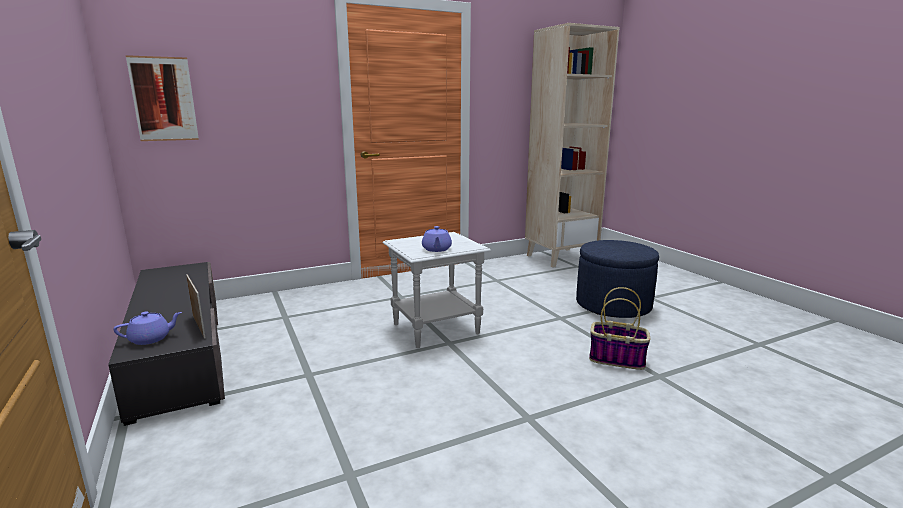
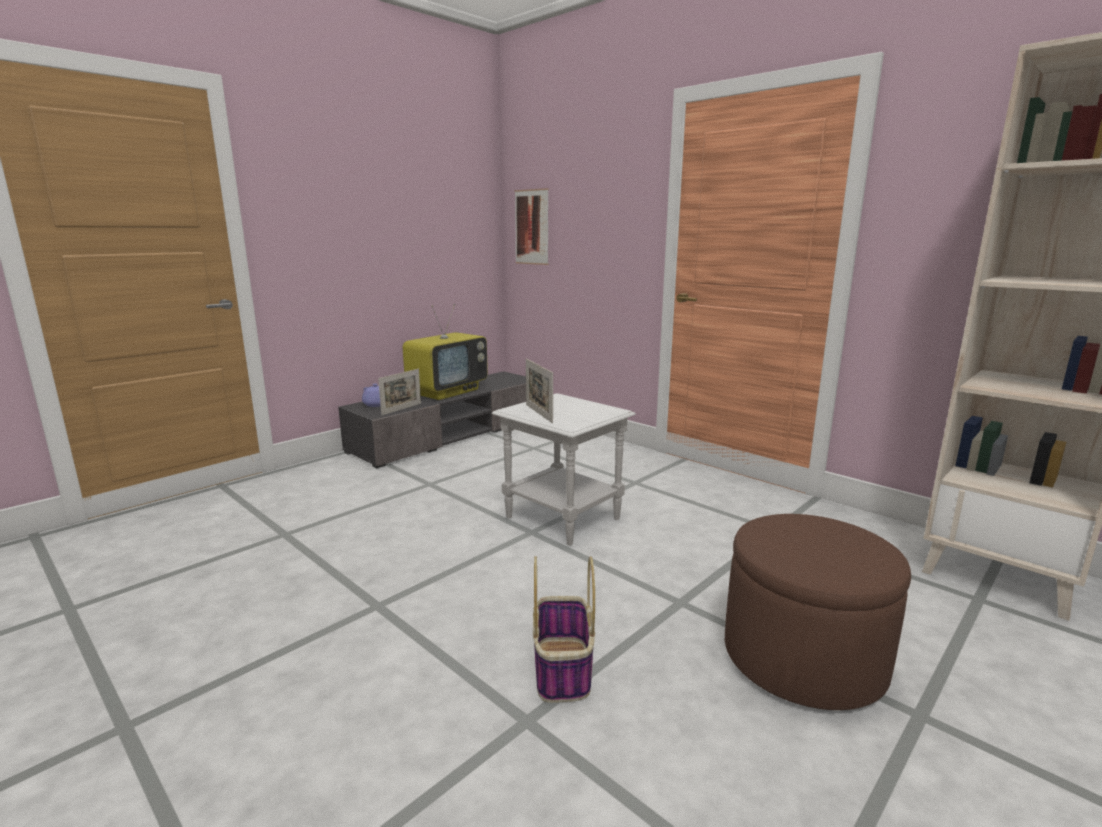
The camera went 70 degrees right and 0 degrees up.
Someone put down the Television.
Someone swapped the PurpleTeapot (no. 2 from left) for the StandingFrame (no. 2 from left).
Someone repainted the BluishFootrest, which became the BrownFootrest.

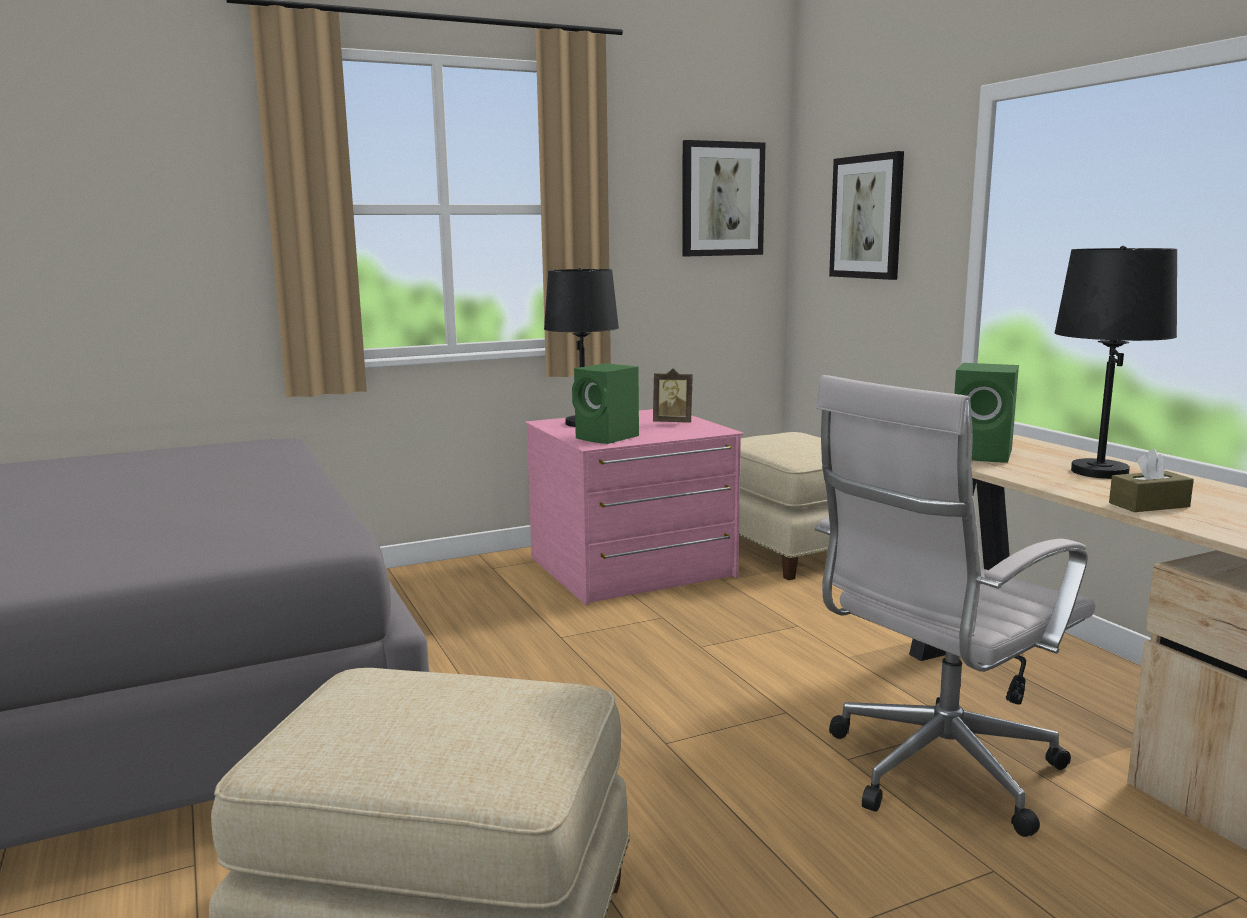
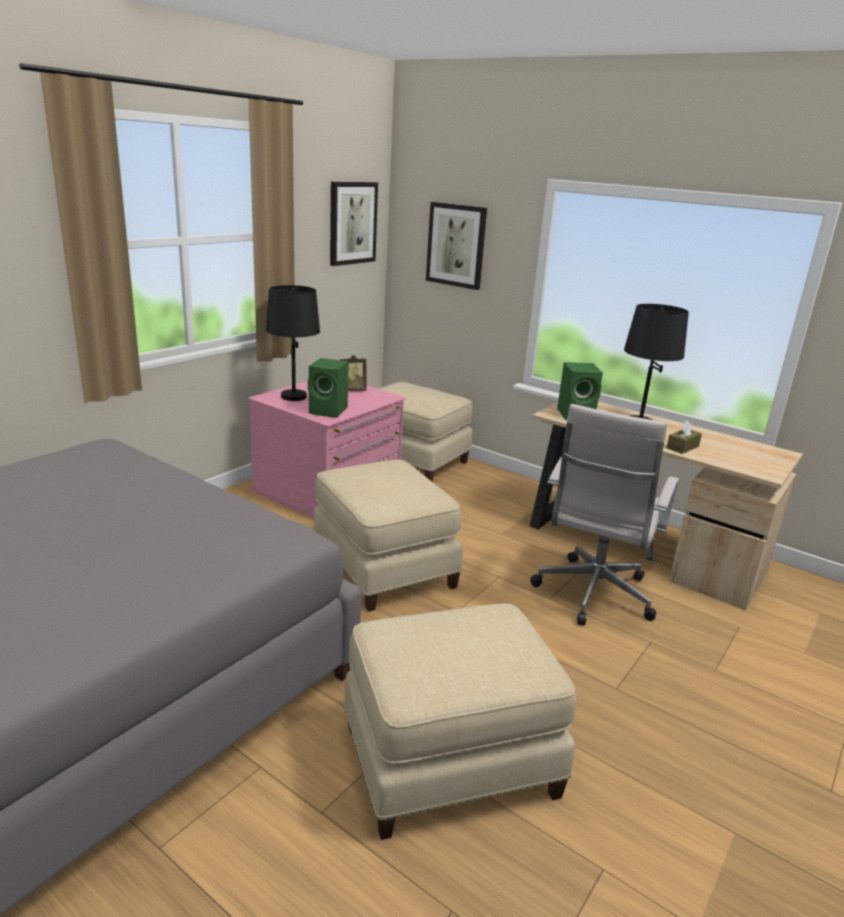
The camera went 30 degrees left and 10 degrees up.
Someone put down the SandColouredFootrest (no. 1 from left).

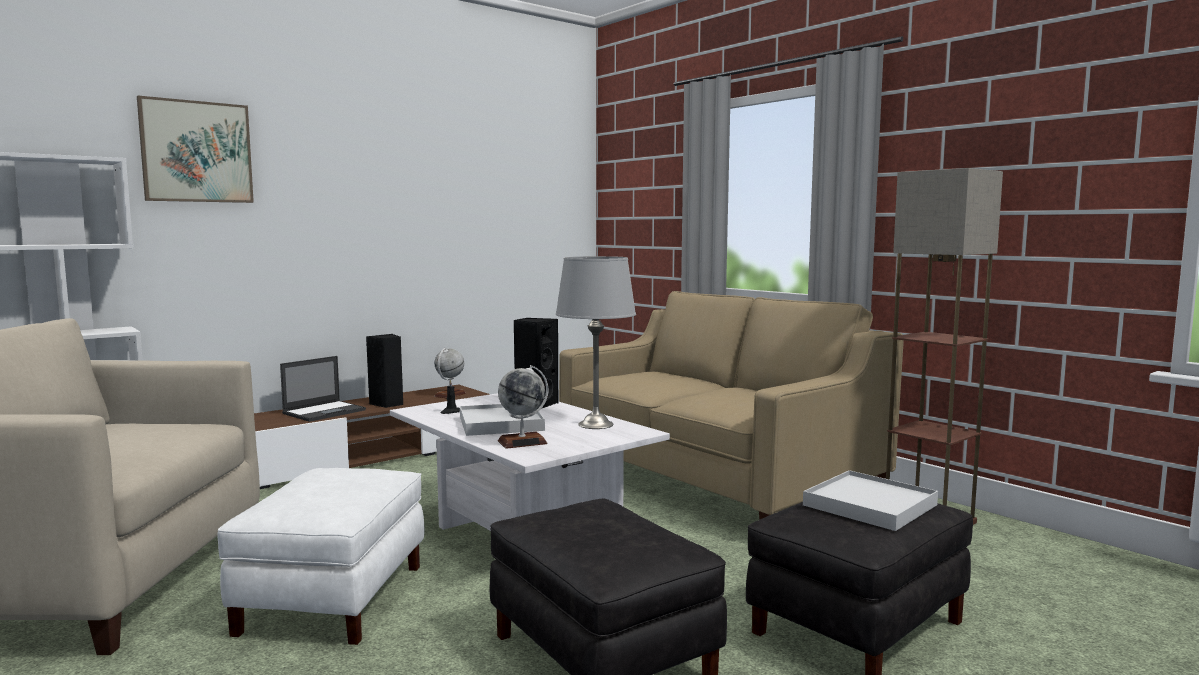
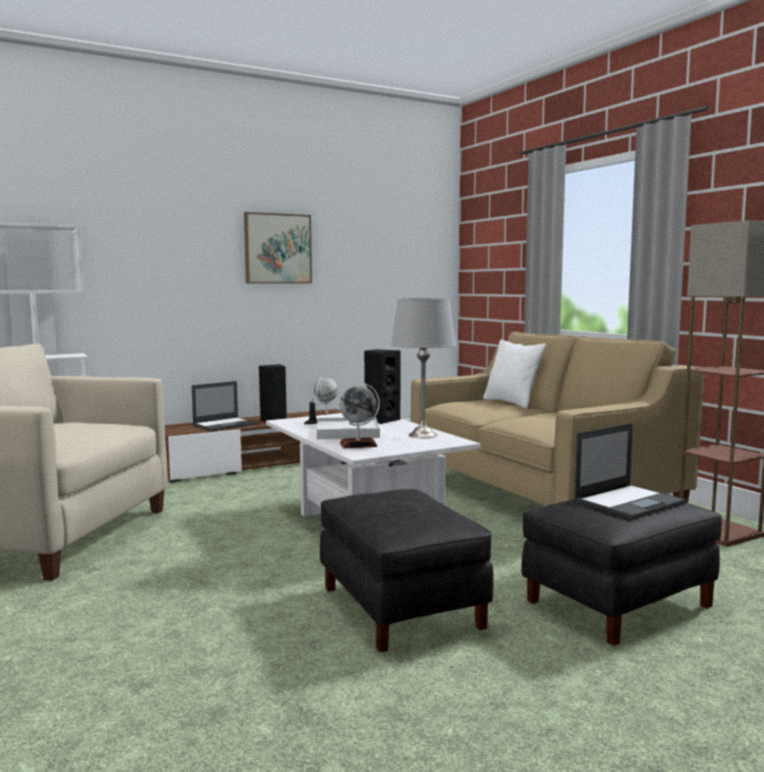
The camera went 10 degrees right and 0 degrees up.
Someone took away the WhiteColouredFootrest.
Someone put down the WhiteColouredThrowPillow.
Someone carried the WallPicture.
Someone swapped the WhiteColouredCarryingTray (no. 2 from left) for the NotebookComputer (no. 2 from left).

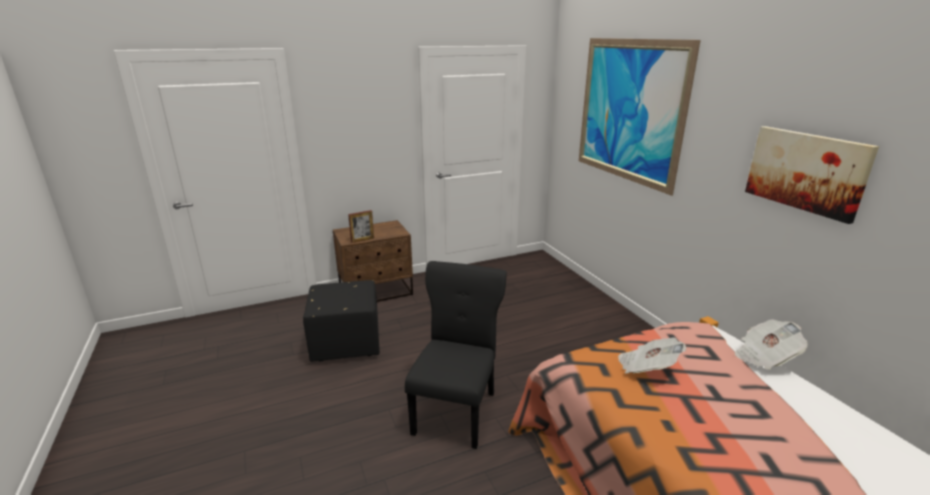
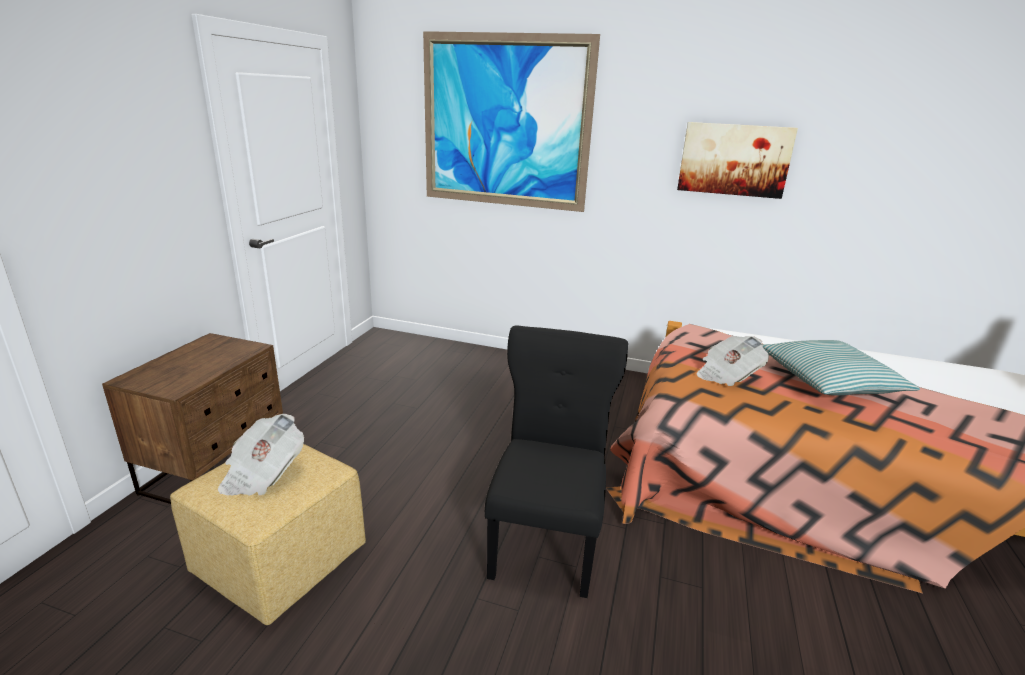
The camera went 50 degrees left and 0 degrees up.
Someone took away the StandingFrame.
Someone put down the ThrowPillow.
Someone carried the PrintedPaper (no. 2 from left in the first image).
Someone repainted the BlackColouredFootrest, which became the YellowFootrest.
Someone rotated the BlackColouredPlainChair by 45 degrees clockwise.

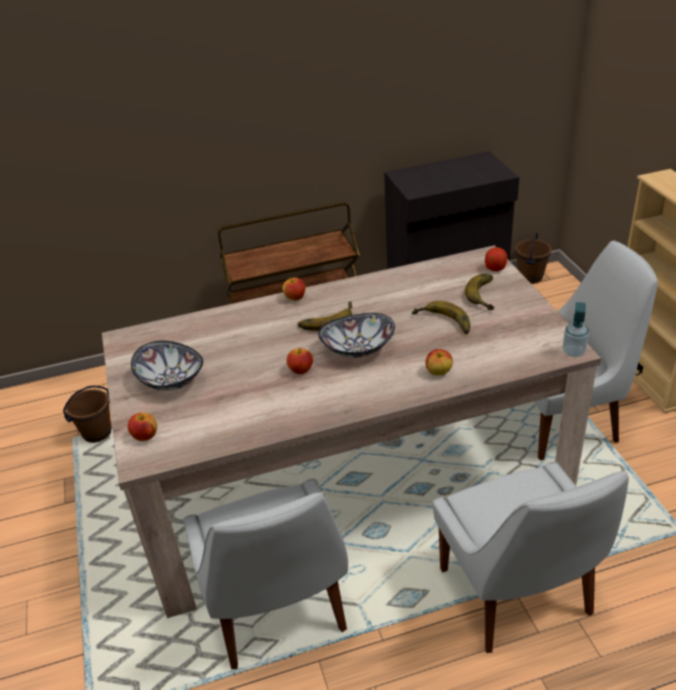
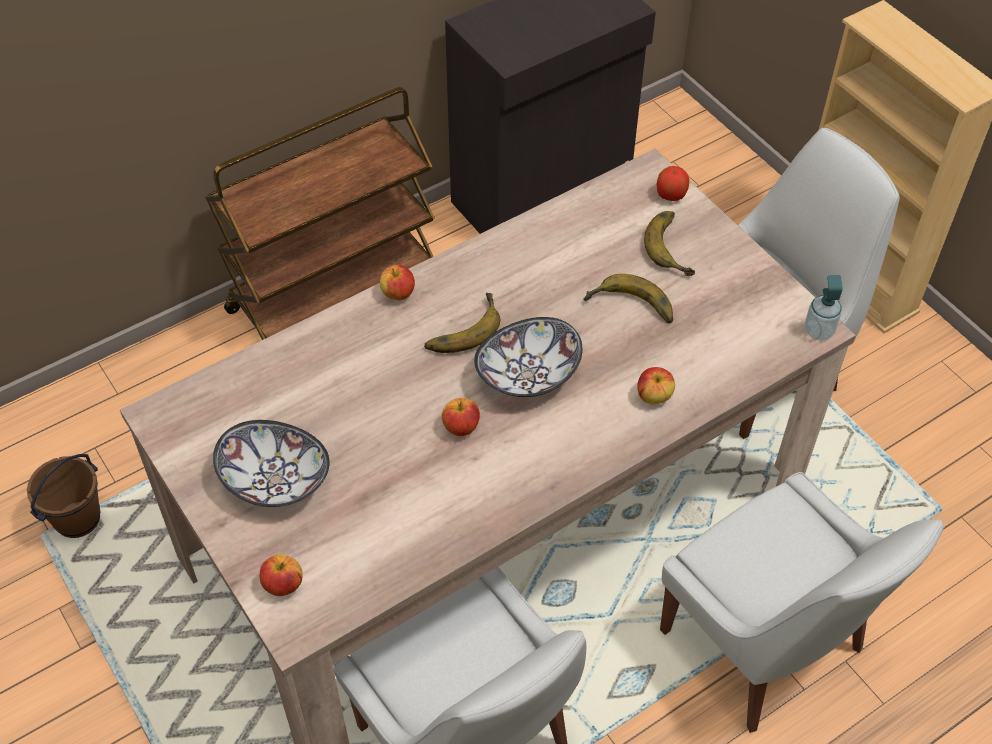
The camera went 20 degrees left and 15 degrees up.
Someone took away the BrownBucket (no. 2 from left).

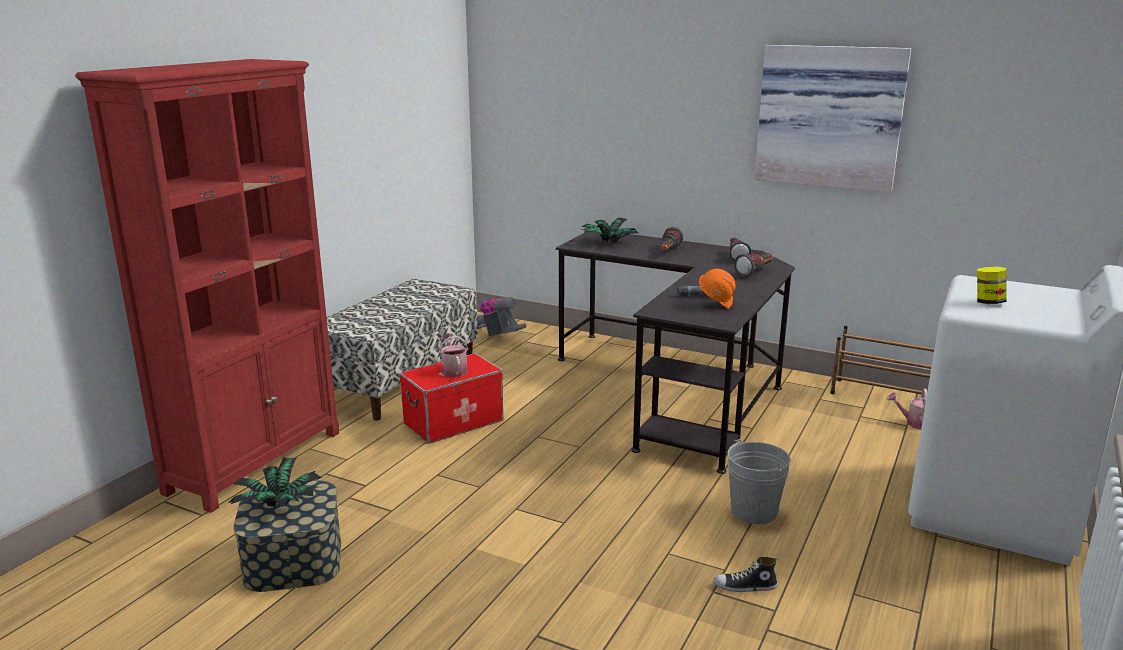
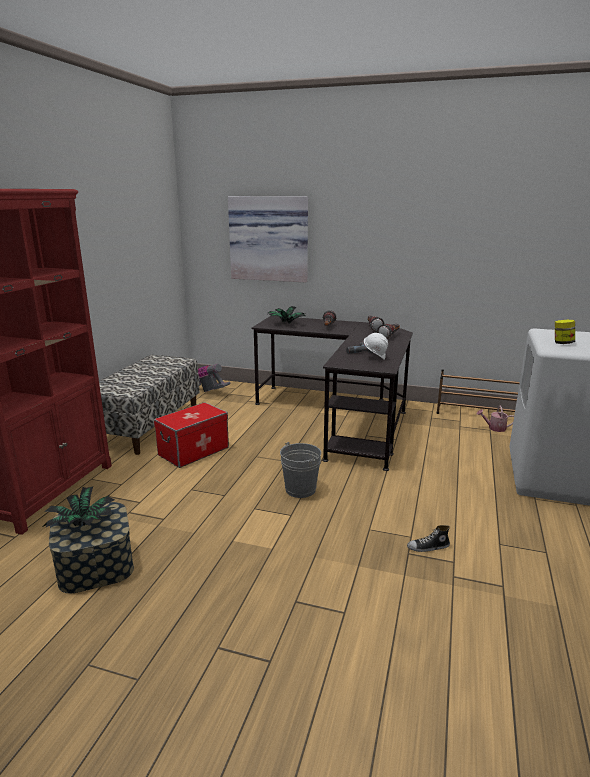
The camera went 10 degrees left and 0 degrees up.
Someone took away the SprinklingCan (no. 1 from left).
Someone carried the GrayBucket.
Someone carried the WallPicture.
Someone repainted the OrangeyHardHat, which became the WhiteColouredHardHat.

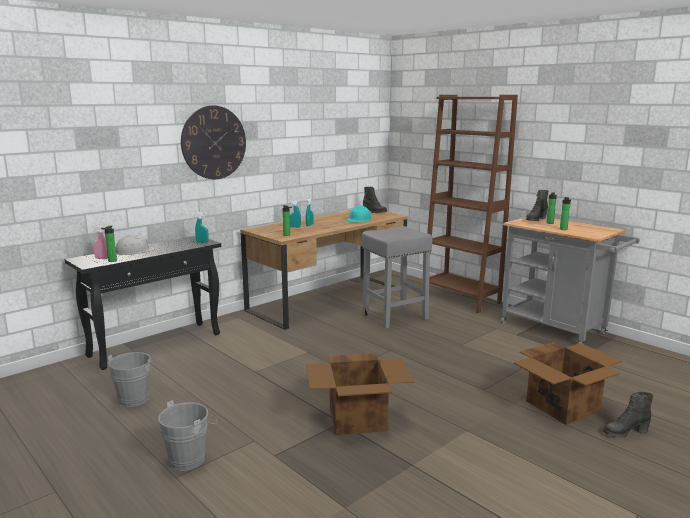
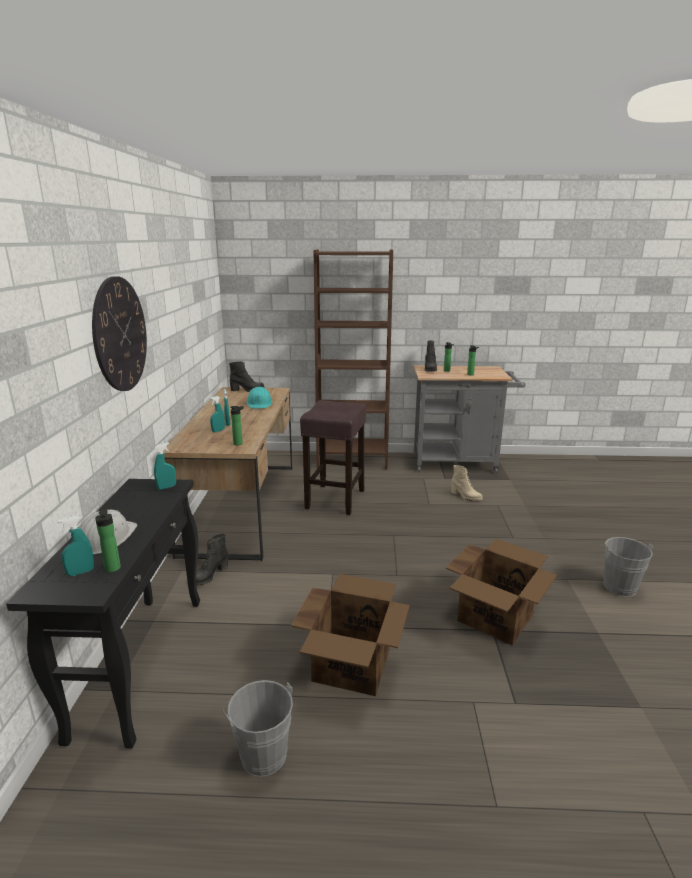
The camera went 45 degrees left and 5 degrees up.
Someone put down the SandColouredHighTopBoot.
Someone carried the GrayBucket (no. 2 from left).
Someone carried the Carton (no. 2 from left in the first image).
Someone carried the BlackColouredHighTopBoot (no. 3 from left in the first image).
Someone repainted the PinkSprayBottle, which became the TurquoiseSprayBottle (no. 1 from left).
Someone repainted the GrayStool, which became the BrownStool.

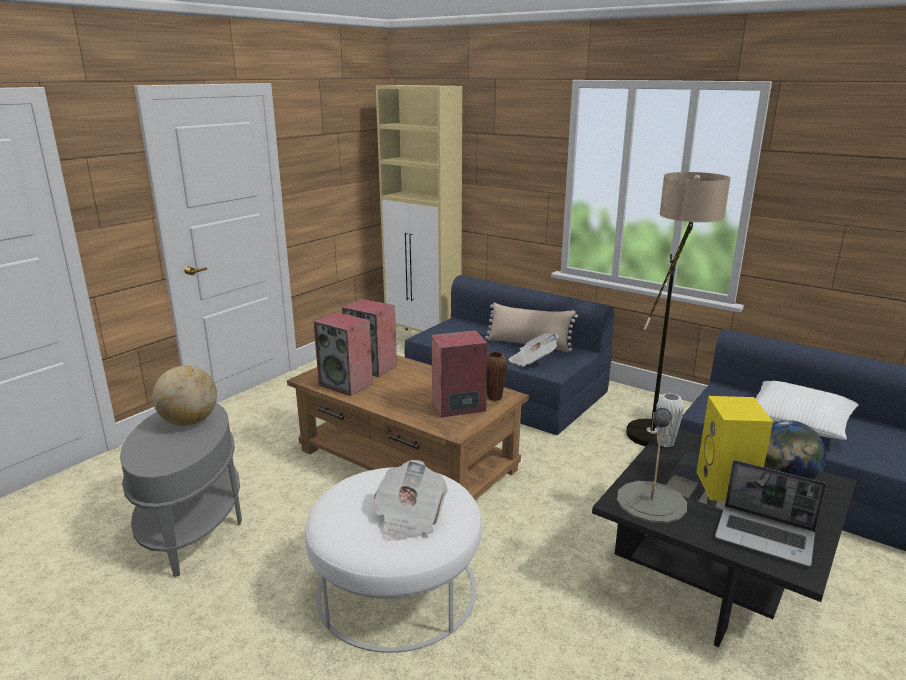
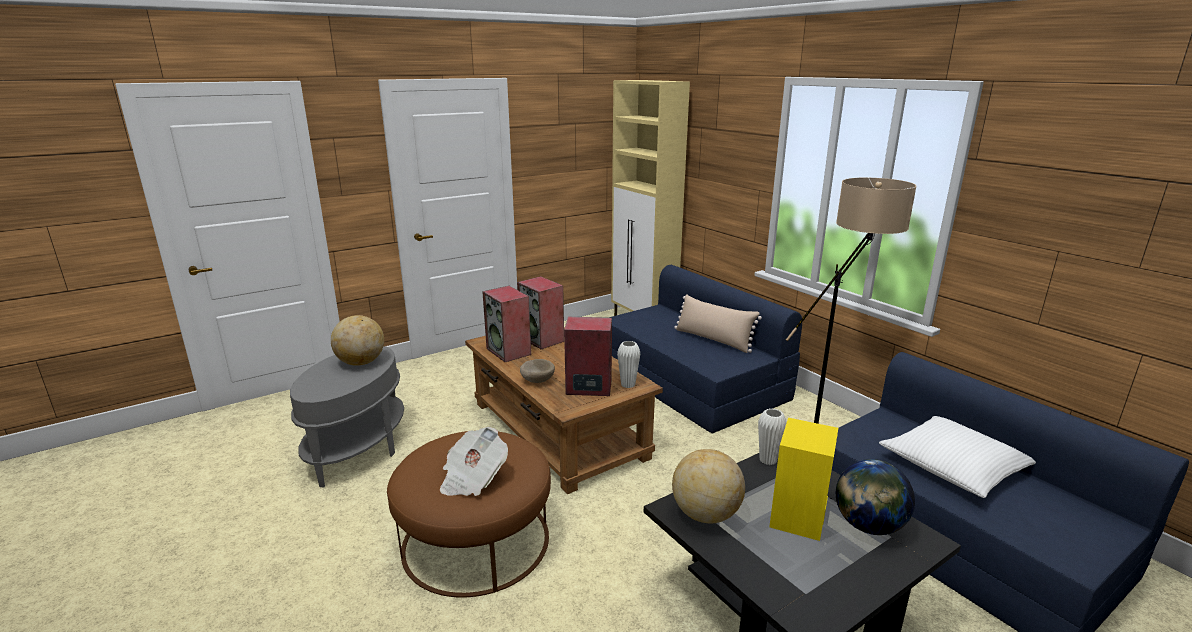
The camera went 20 degrees right and 0 degrees up.
Someone took away the PrintedPaper (no. 2 from left).
Someone took away the NotebookComputer.
Someone put down the SandColouredDeepDish.
Someone swapped the GrayTabletopLamp for the WorldGlobe (no. 2 from left).
Someone repainted the WhiteColouredFootrest, which became the BrownFootrest.
Someone repainted the BrownDecorativeVase, which became the WhiteColouredDecorativeVase (no. 1 from left).

